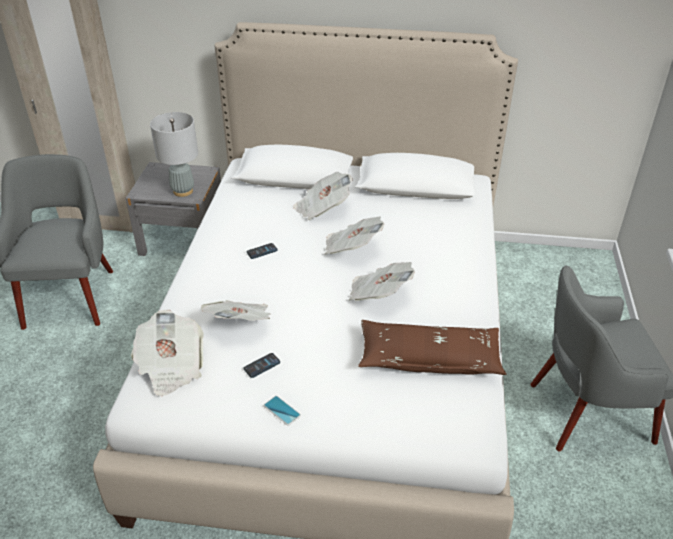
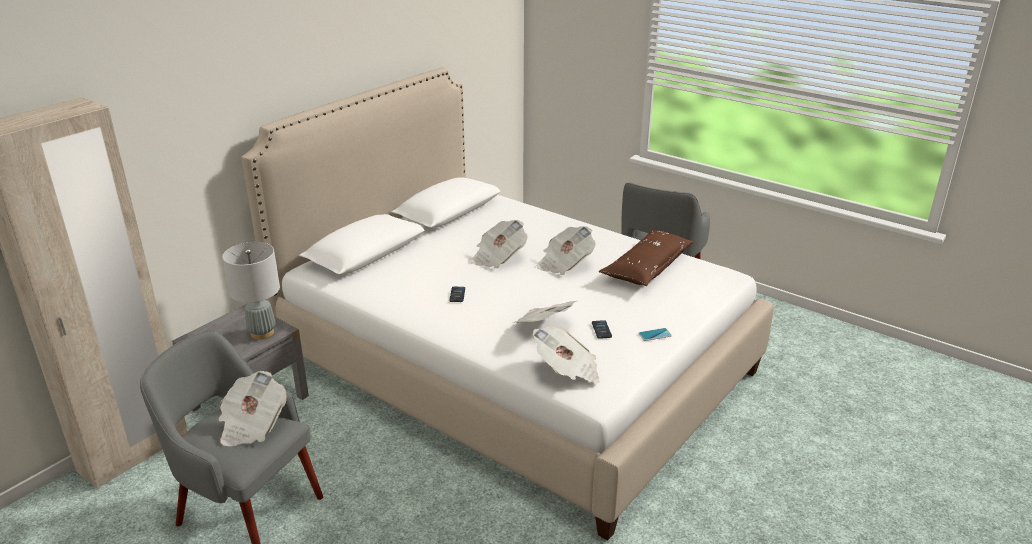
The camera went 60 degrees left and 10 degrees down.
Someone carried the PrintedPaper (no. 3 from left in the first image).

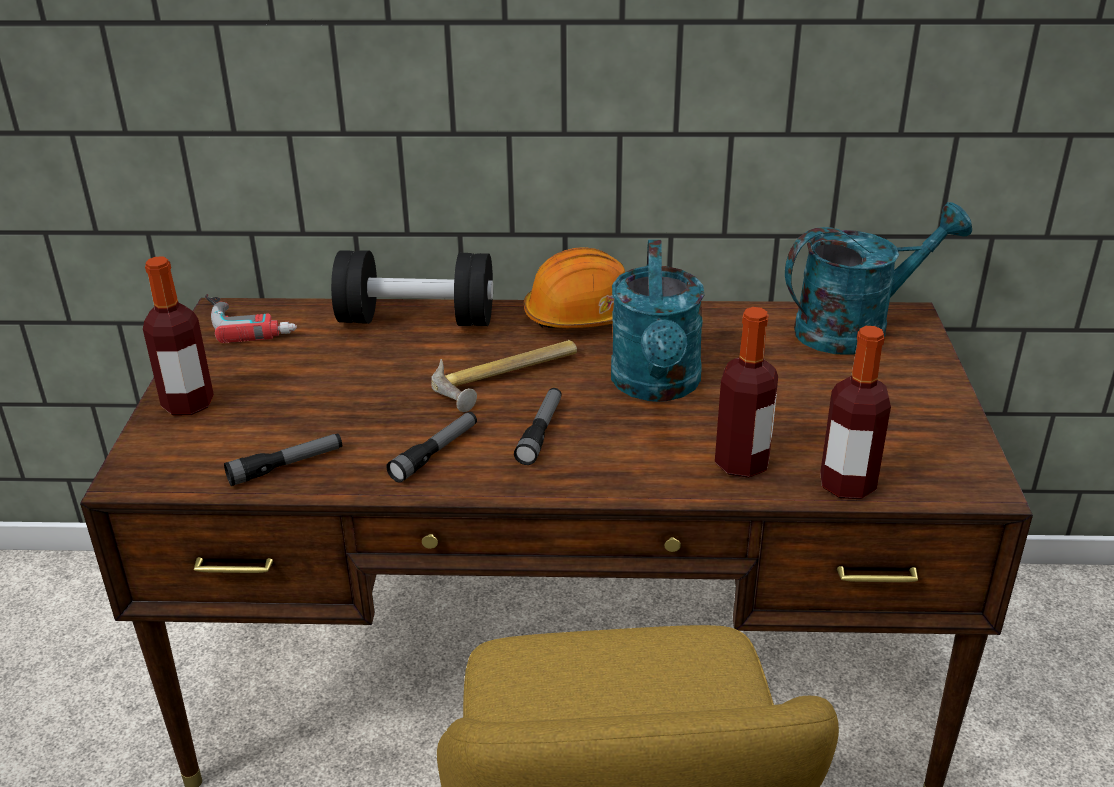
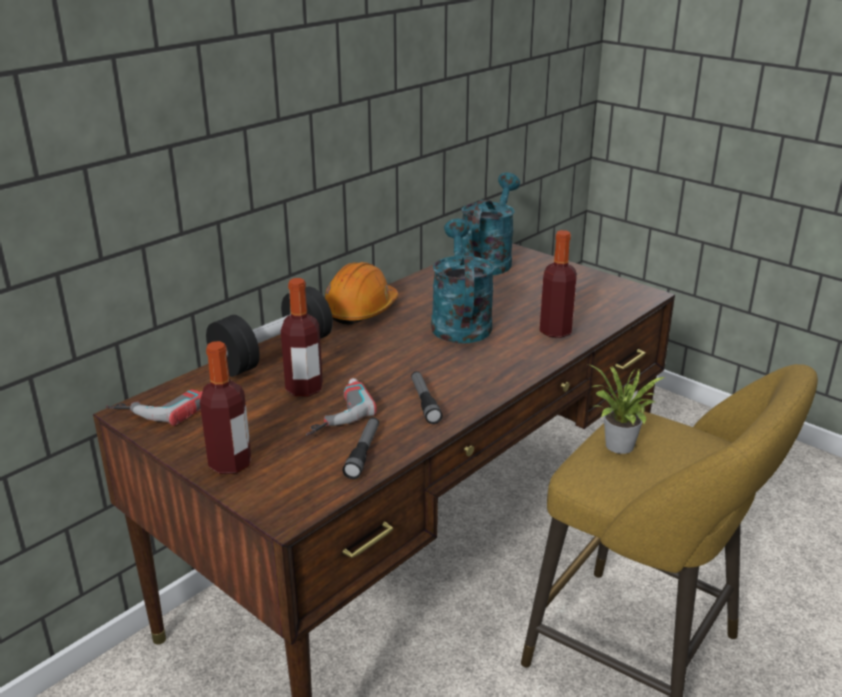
The camera went 50 degrees left and 5 degrees down.
Someone took away the HandHammer.
Someone took away the Torch (no. 3 from left).
Someone put down the PowerDrill (no. 2 from left).
Someone put down the Houseplant.
Someone carried the DrinkBottle (no. 3 from left in the first image).
Someone rotated the TurquoiseSprinklingCan (no. 1 from left) by 135 degrees counterclockwise.

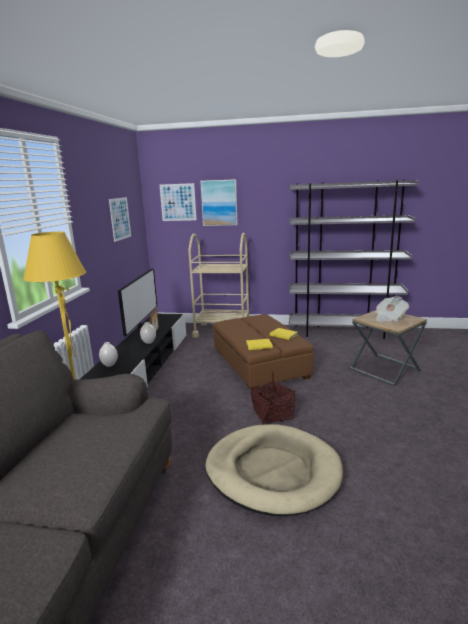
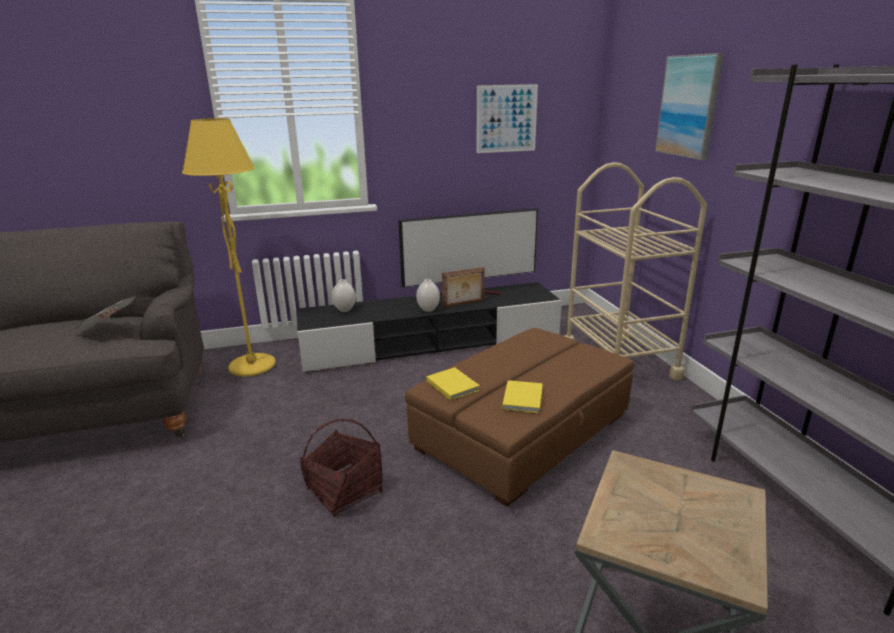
The camera went 65 degrees right and 5 degrees up.
Someone took away the WallPicture (no. 2 from left).
Someone took away the SandColouredDogCushion.
Someone carried the PrintedPaper.

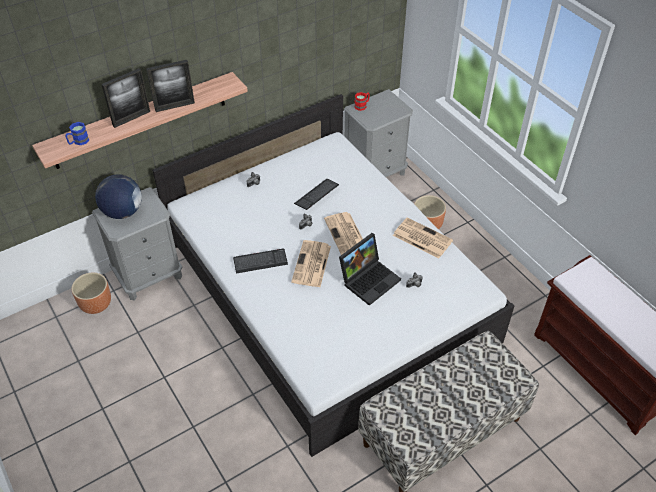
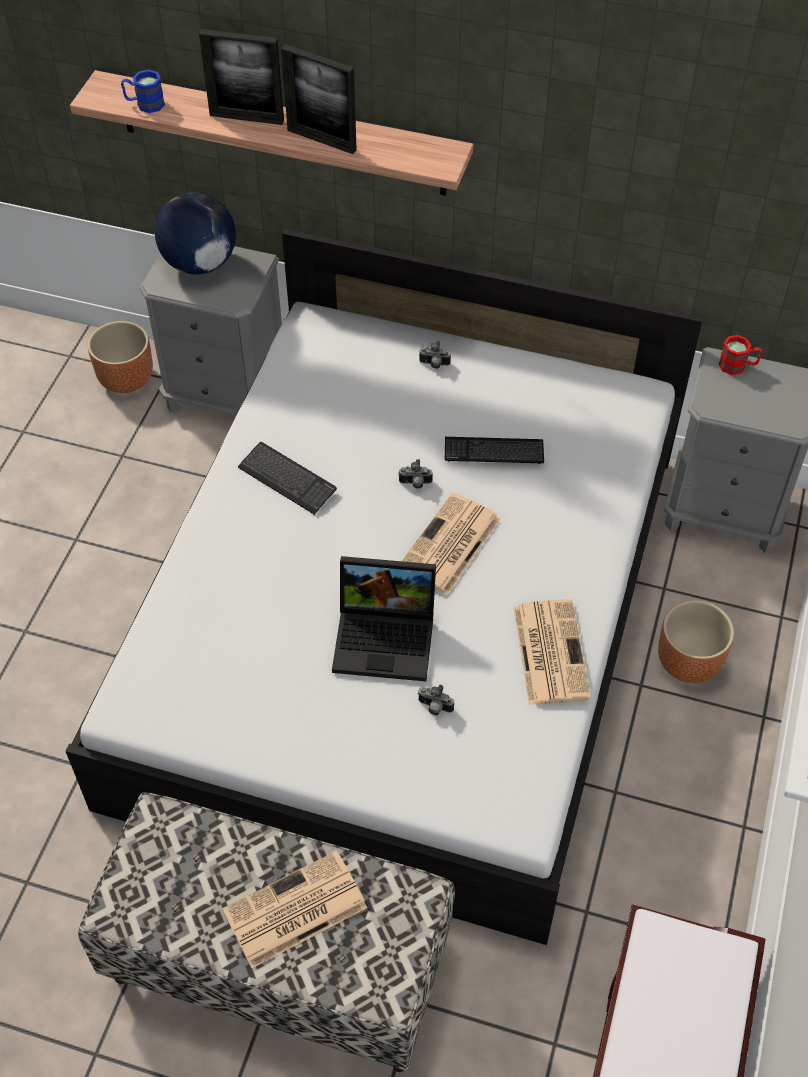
The camera went 50 degrees right and 5 degrees up.
Someone carried the PrintedPaper (no. 1 from left).

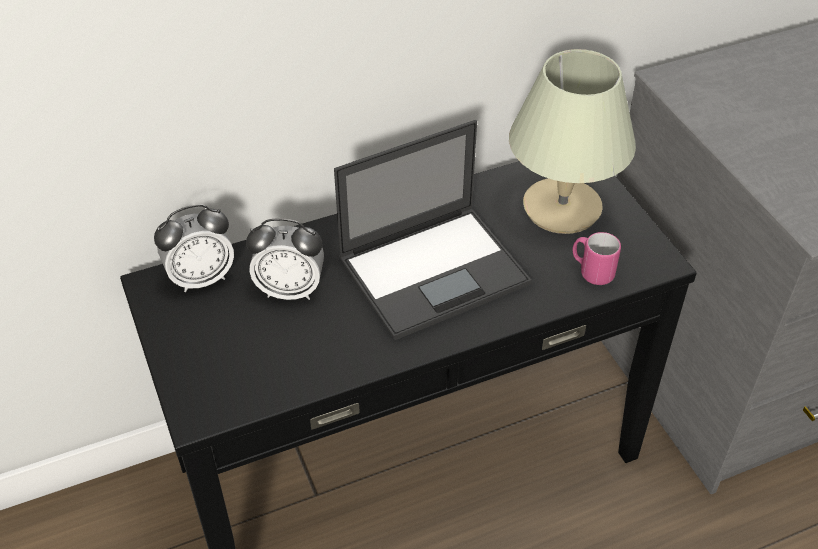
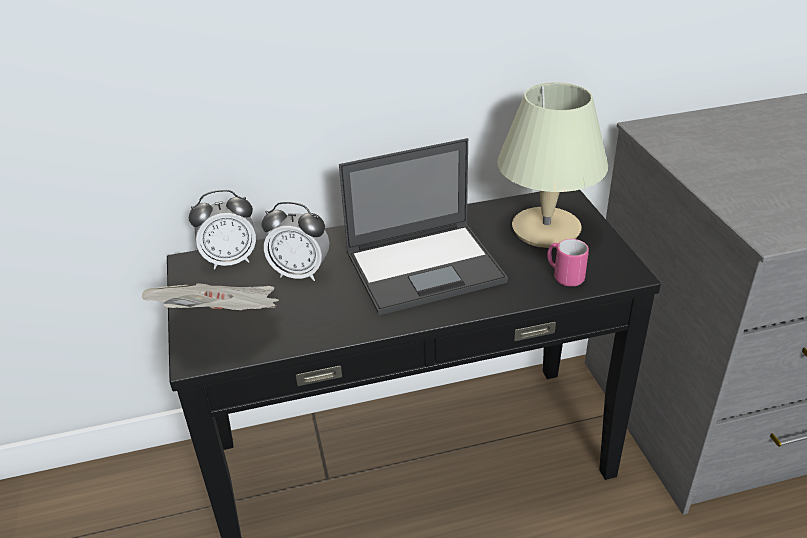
The camera went 10 degrees right and 10 degrees down.
Someone put down the PrintedPaper.

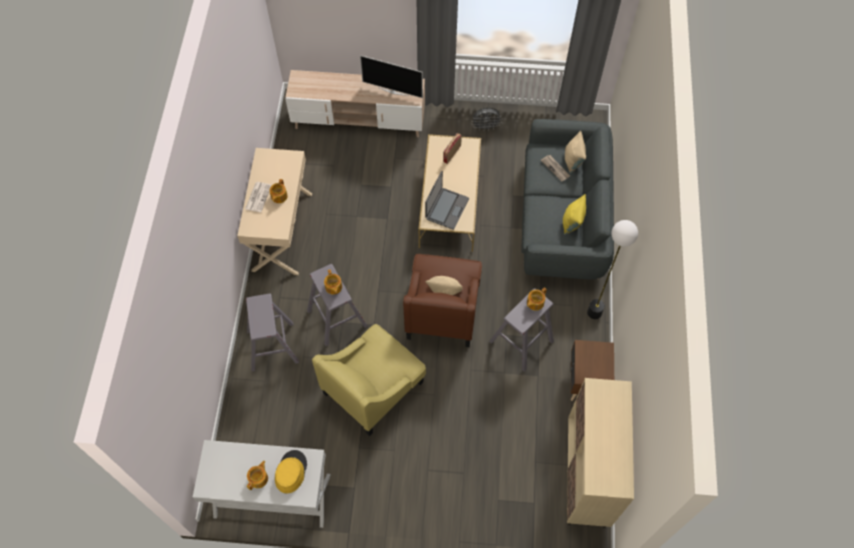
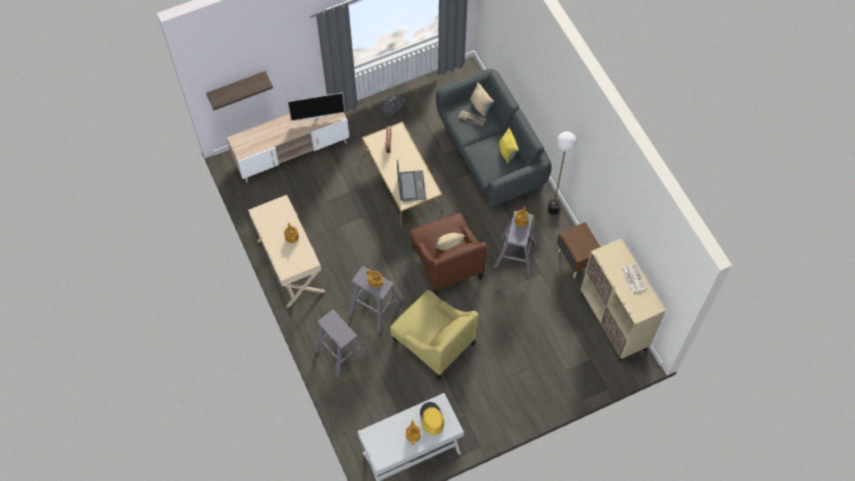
The camera went 30 degrees left and 0 degrees up.
Someone put up the WallShelf.
Someone carried the PrintedPaper (no. 1 from left in the first image).
Someone rotated the YellowEasyChair by 60 degrees counterclockwise.

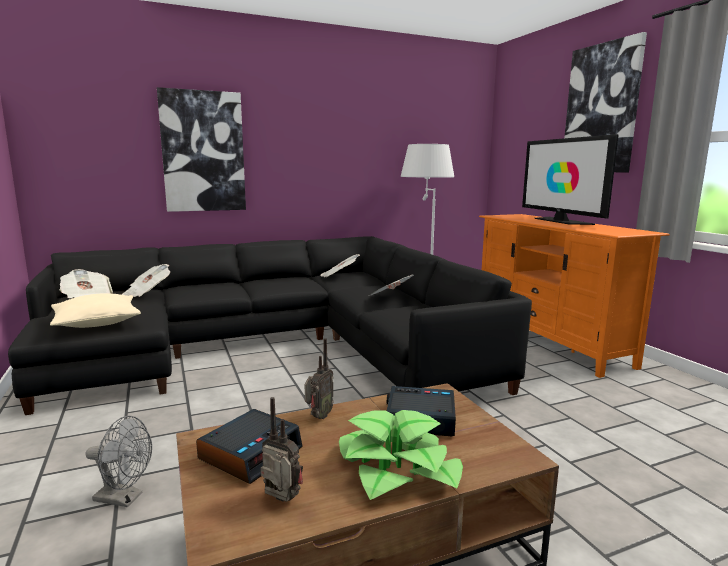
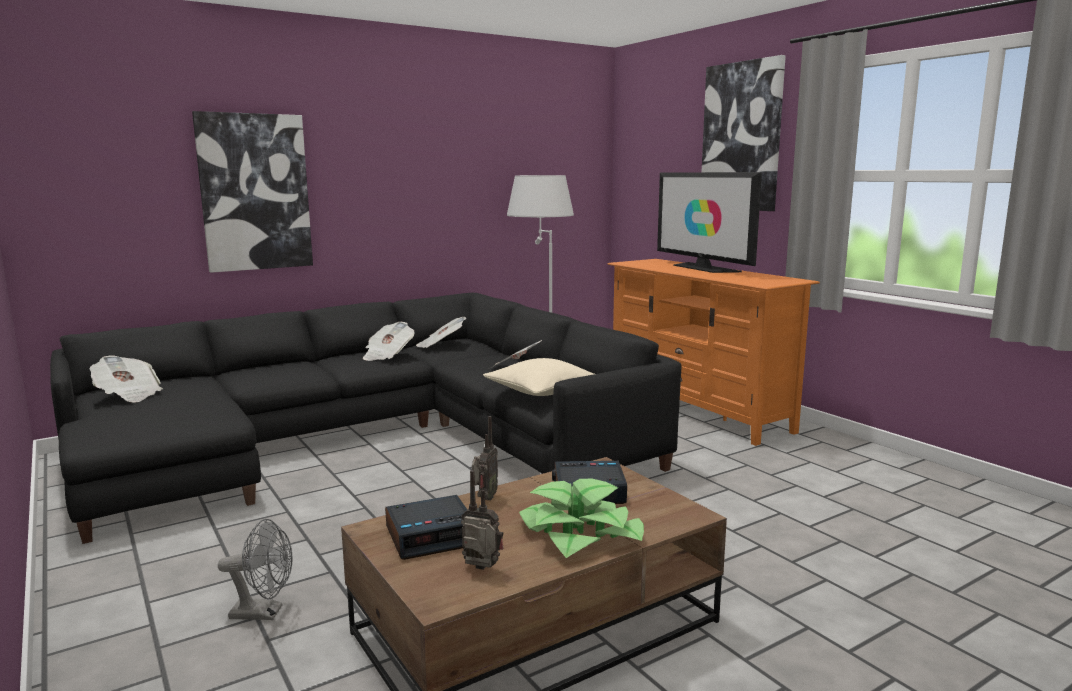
The camera went 10 degrees left and 0 degrees up.
Someone carried the SandColouredThrowPillow.
Someone carried the PrintedPaper (no. 2 from left).
Someone rotated the AlarmClock (no. 1 from left) by 45 degrees clockwise.

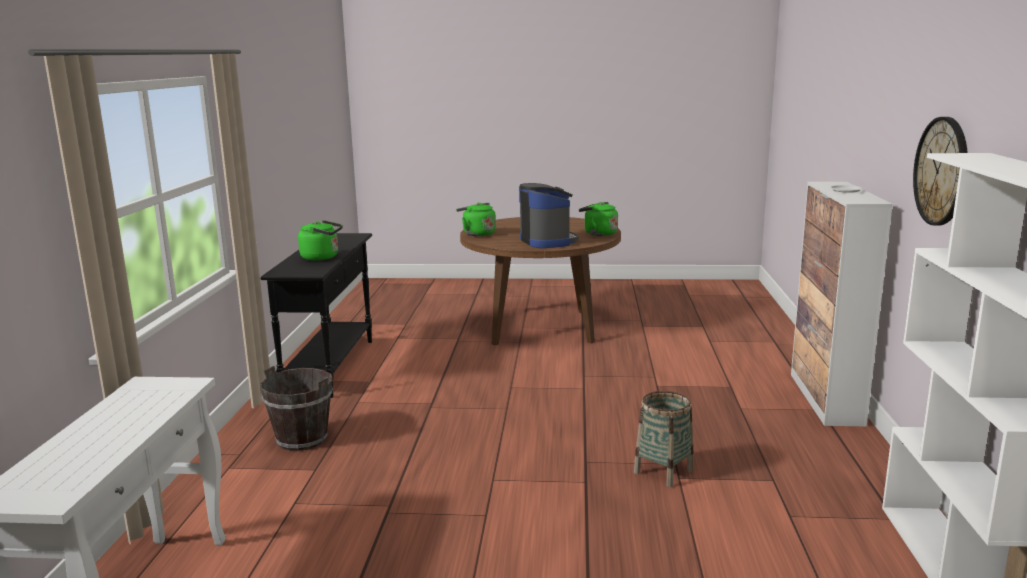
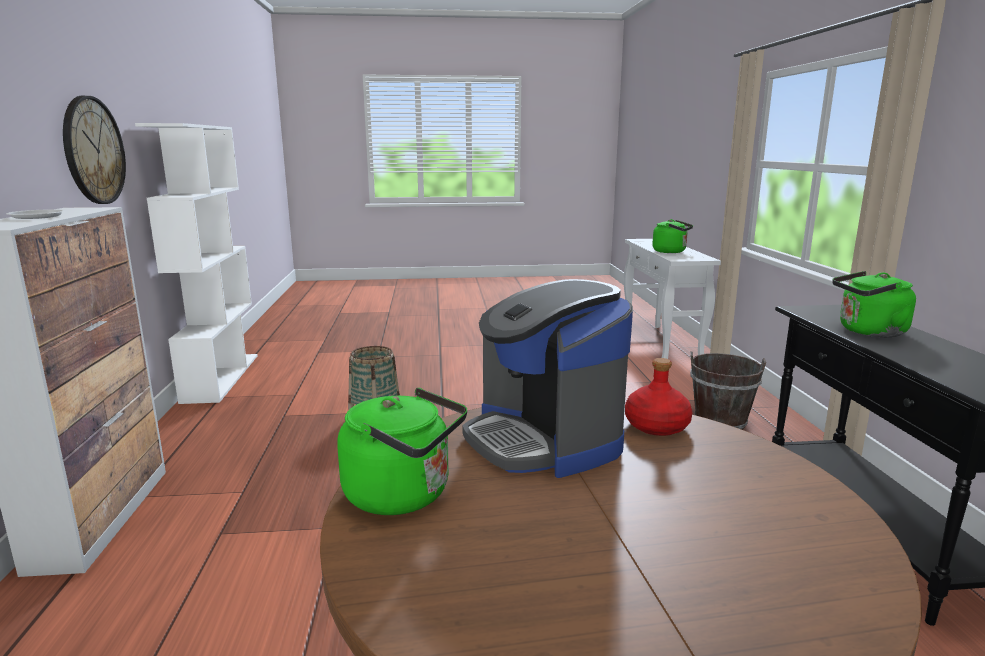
The camera went 170 degrees right and 0 degrees up.
Someone put down the ReddishDrinkBottle.
Someone carried the GreenWaterKettle (no. 2 from left).

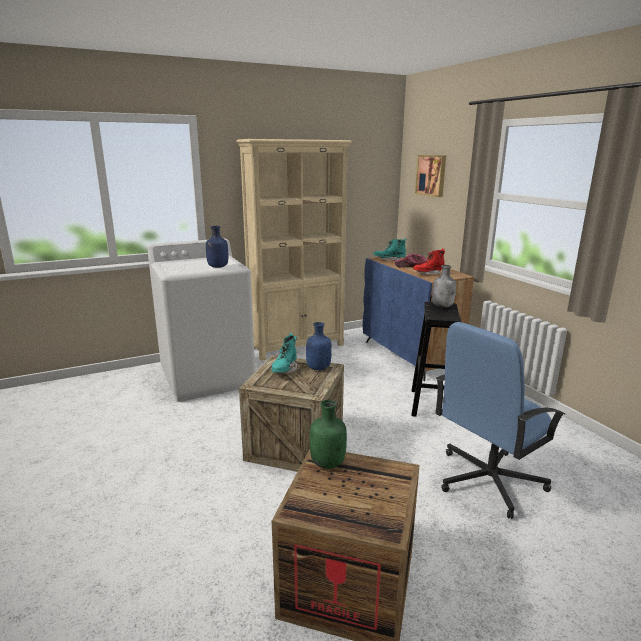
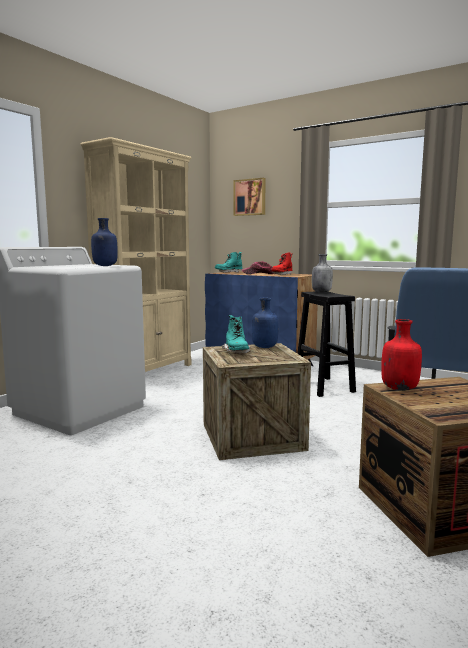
The camera went 30 degrees left and 10 degrees down.
Someone repainted the GreenDrinkBottle, which became the ReddishDrinkBottle.

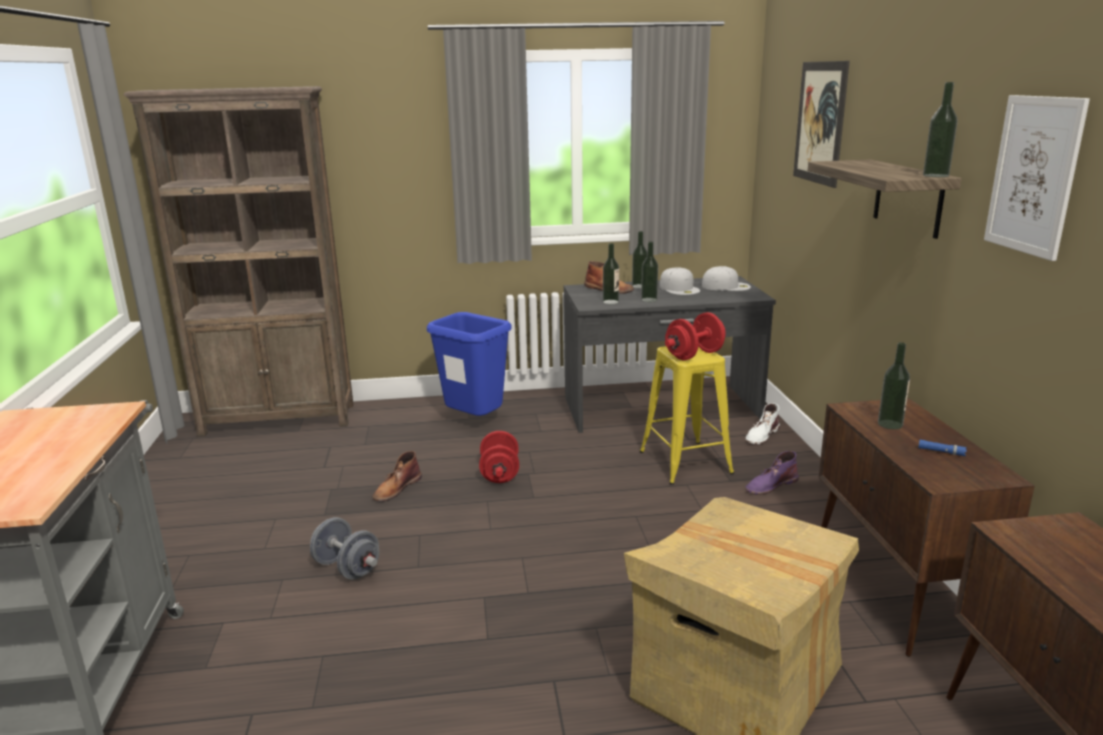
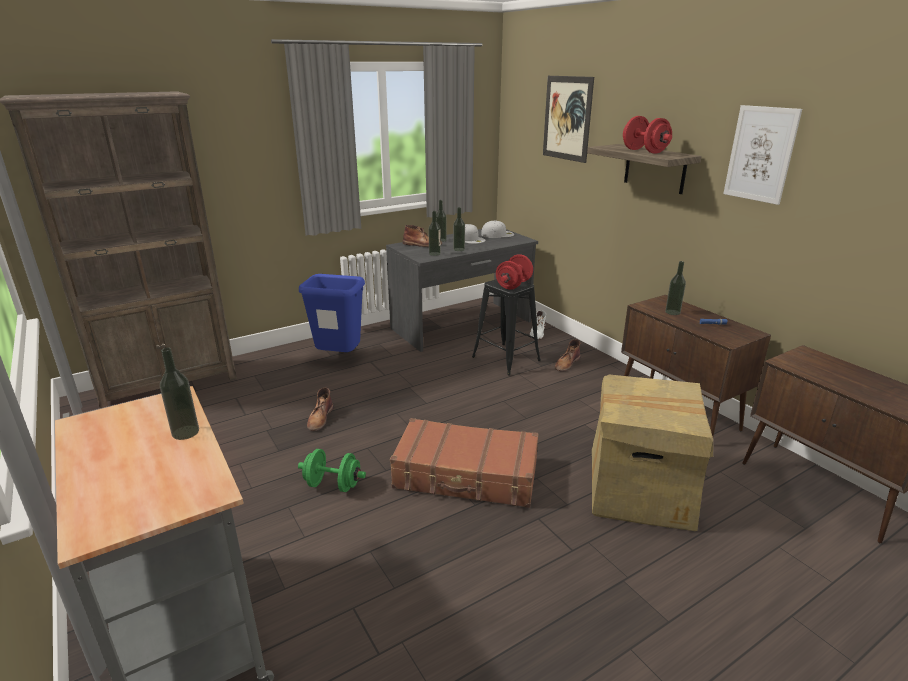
The camera went 25 degrees left and 5 degrees up.
Someone put down the BrownSuitcase.
Someone carried the ReddishDumbbell (no. 1 from left in the first image).
Someone carried the DrinkBottle (no. 5 from left in the first image).
Someone repainted the GrayDumbbell, which became the GreenDumbbell.
Someone repainted the YellowStool, which became the BlackColouredStool.
Someone repainted the PurpleHighTopBoot, which became the BrownHighTopBoot (no. 3 from left).

